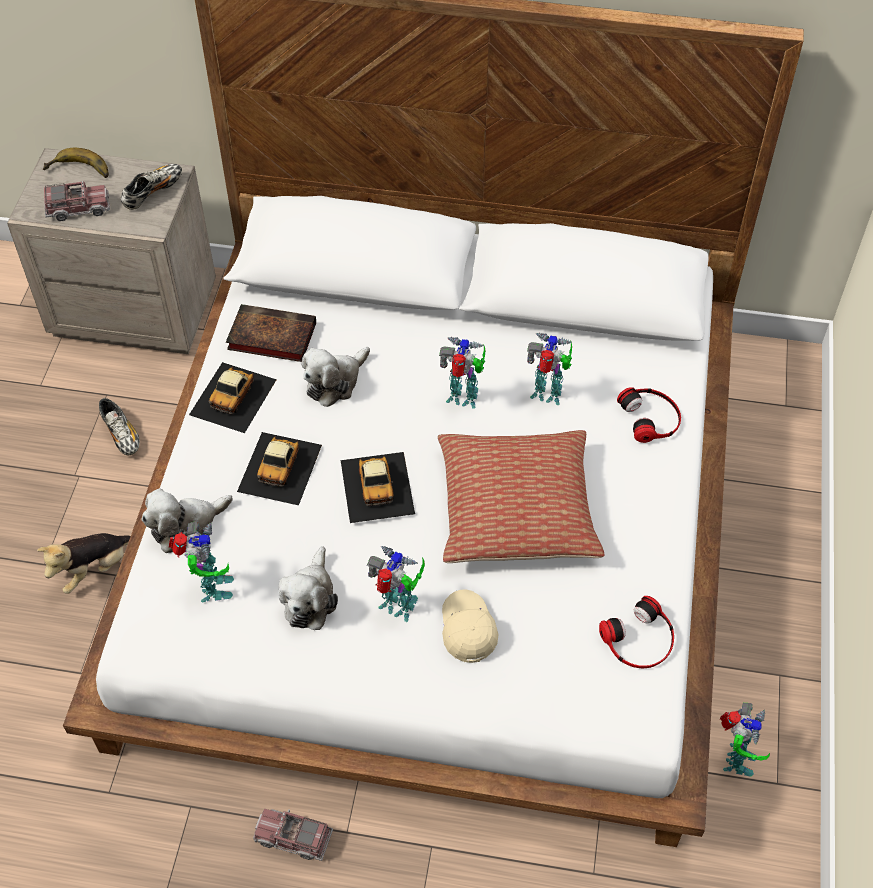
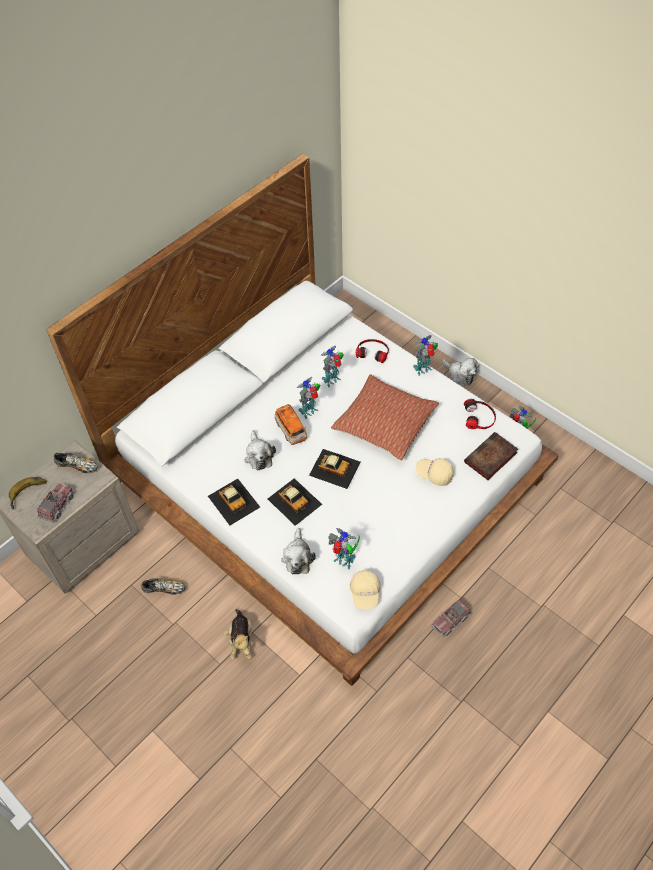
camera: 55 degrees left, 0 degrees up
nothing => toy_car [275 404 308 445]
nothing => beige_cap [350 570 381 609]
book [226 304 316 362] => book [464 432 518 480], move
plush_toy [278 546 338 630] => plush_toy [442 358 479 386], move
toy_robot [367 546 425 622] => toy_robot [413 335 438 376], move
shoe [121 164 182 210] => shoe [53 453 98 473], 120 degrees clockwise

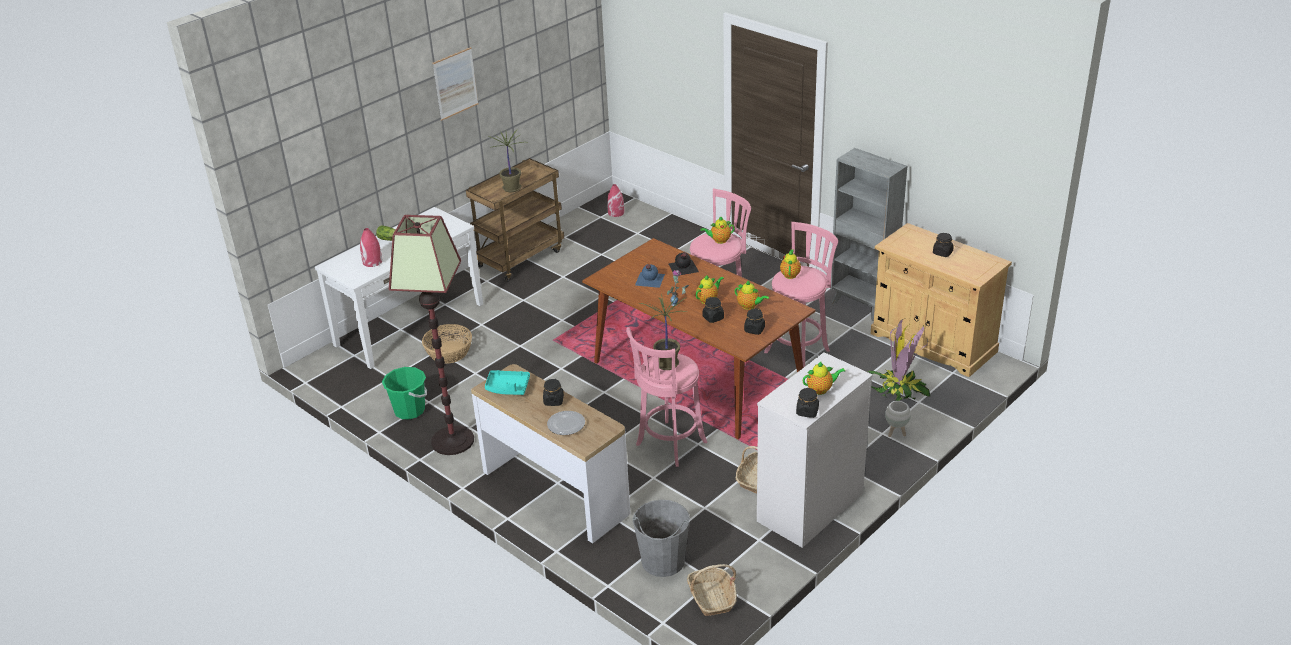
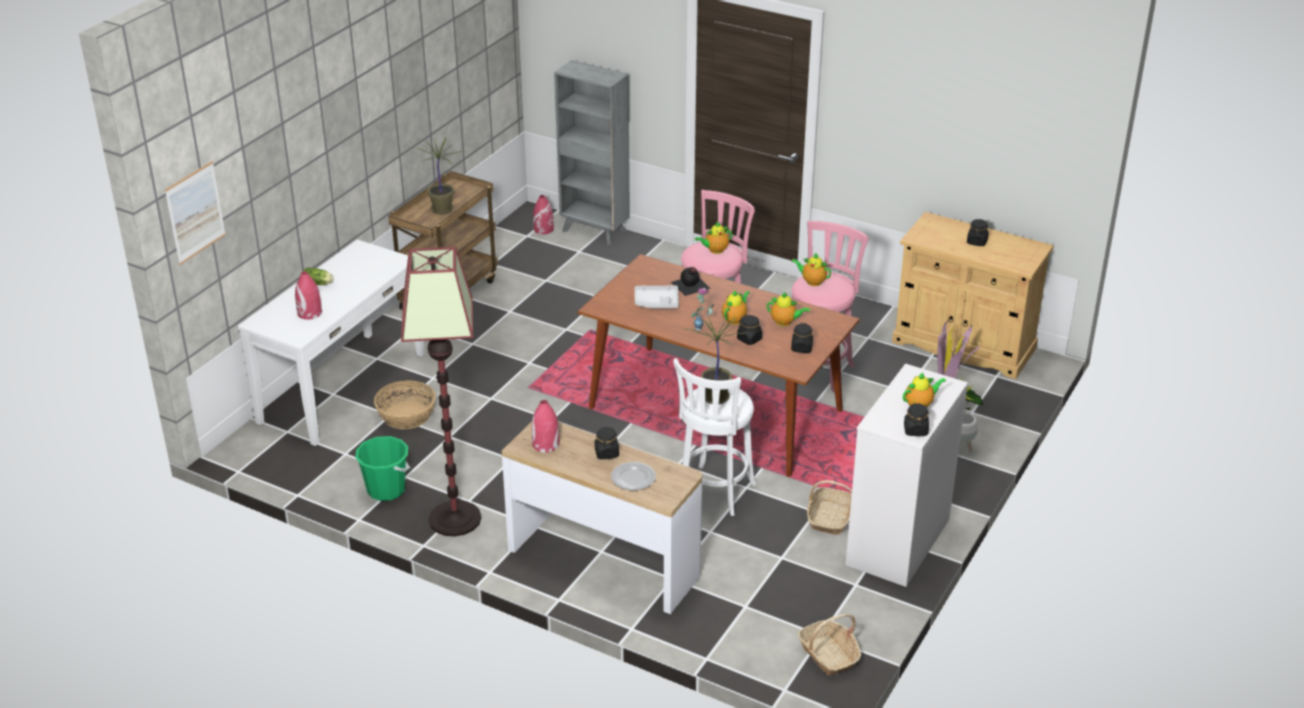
camera: 15 degrees left, 0 degrees up
grey_bucket [632 500 690 577] => nothing
picture [433 47 478 121] => picture [165 161 226 265], move
grey_bookcase [831 148 907 321] => grey_bookcase [554 60 630 245], move
turquoise_tray [485 370 530 395] => red_vase [532 400 560 452]
blue_bottle [635 264 665 288] => grey_tray [635 285 679 308]
pink_stool [626 327 707 467] => white_stool [673 358 757 516]
teapot [780 249 801 279] => teapot [791 253 831 286], 60 degrees counterclockwise

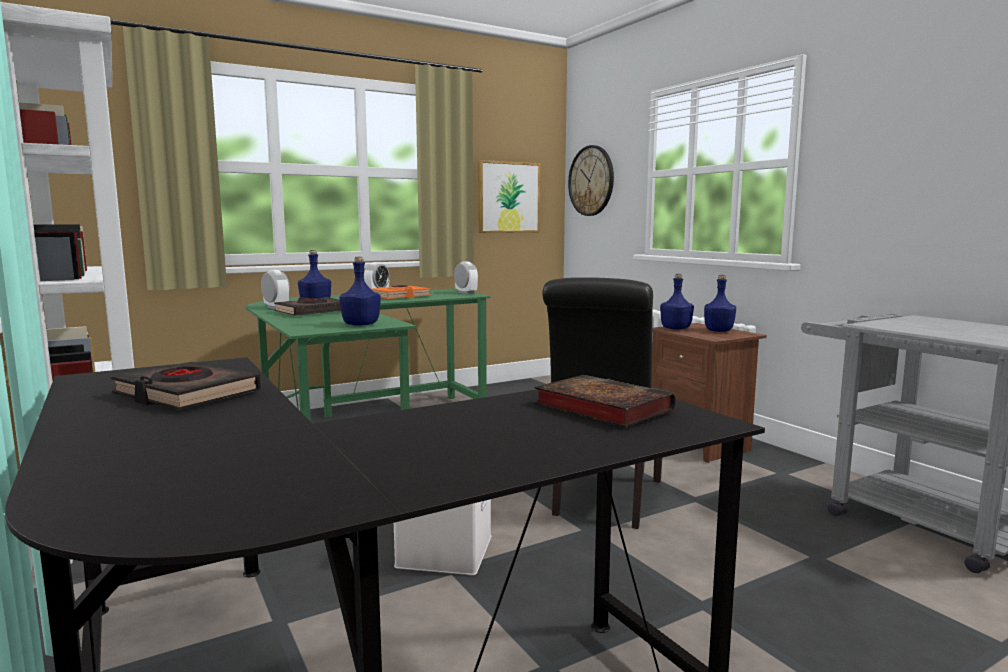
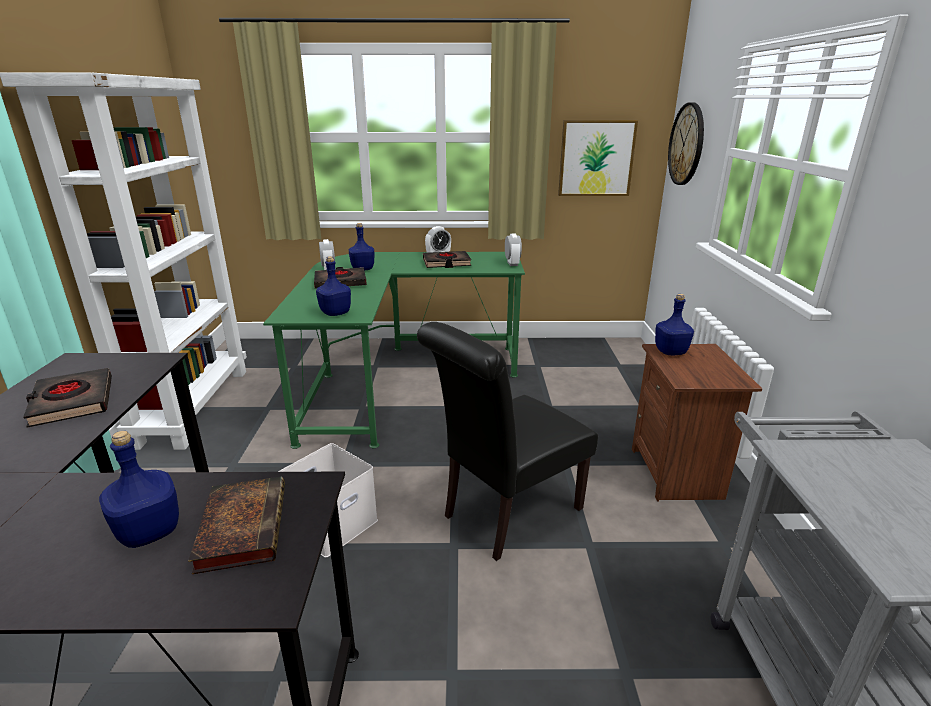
camera: 30 degrees right, 15 degrees up
blue_bottle [704 275 736 332] => blue_bottle [99 431 179 548], move
orange_book [371 286 431 299] => black_book [423 251 471 268]

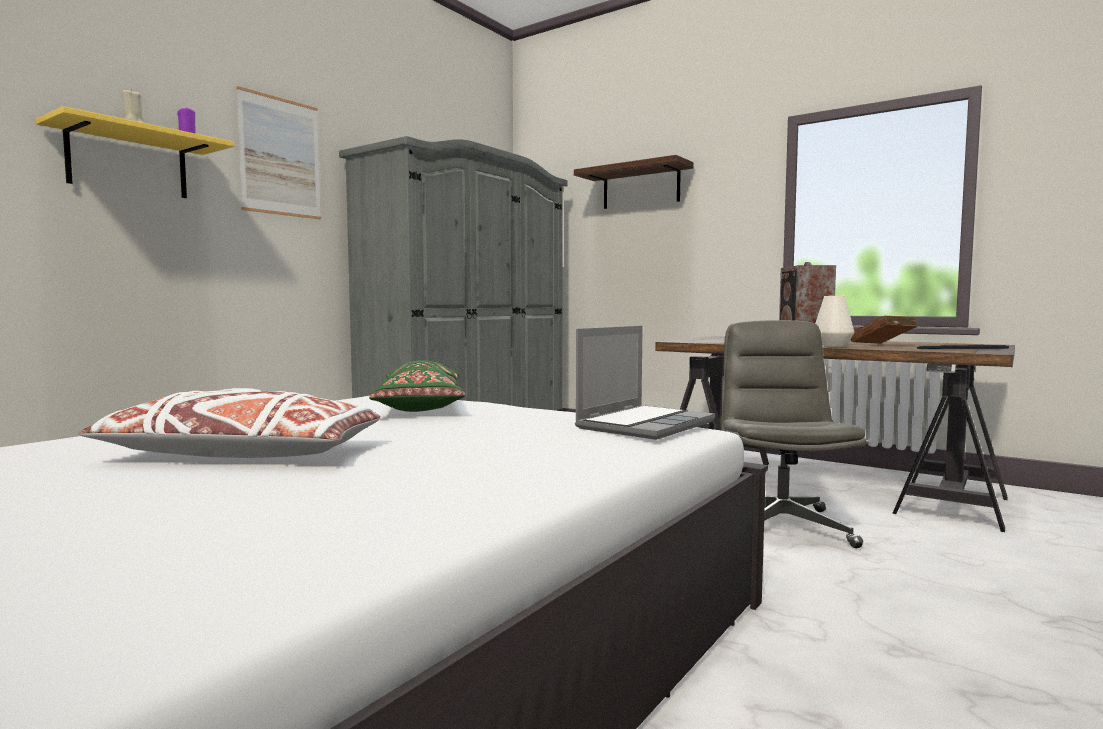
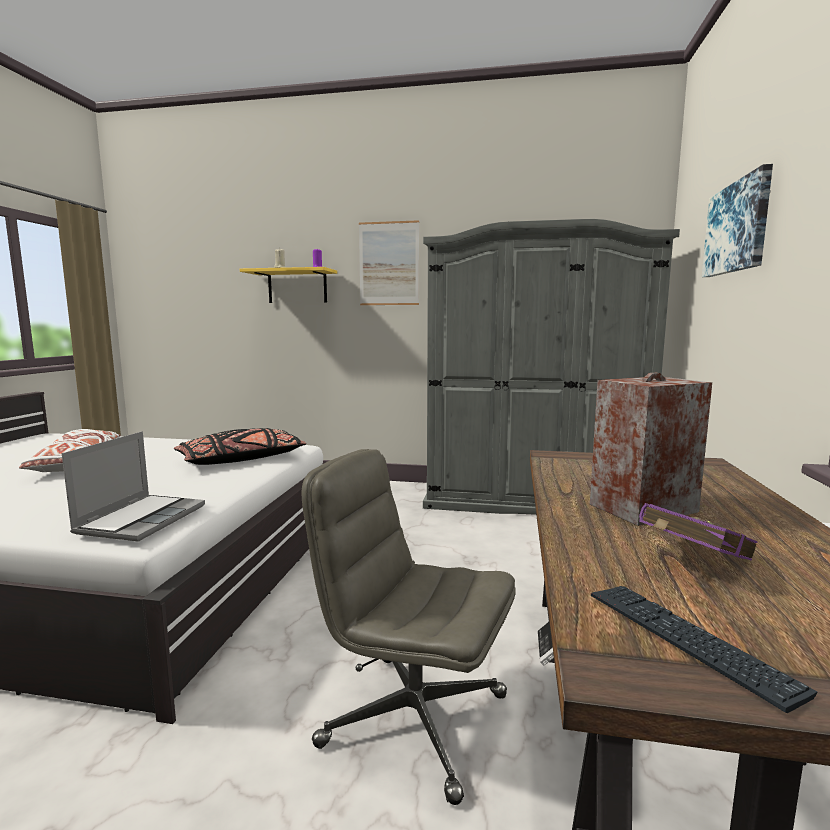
camera: 65 degrees right, 5 degrees up
white_vase [815 296 854 347] => nothing
shelf [574 155 694 209] => picture [702 164 773 277]
green_pillow [369 360 465 412] => black_pillow [174 428 306 465]
brown_book [850 316 918 344] => purple_book [639 503 758 561]
laptop [575 326 715 440] => laptop [62 431 205 542], 90 degrees counterclockwise
grey_office_chair [720 320 867 548] => grey_office_chair [302 449 516 805], 135 degrees counterclockwise

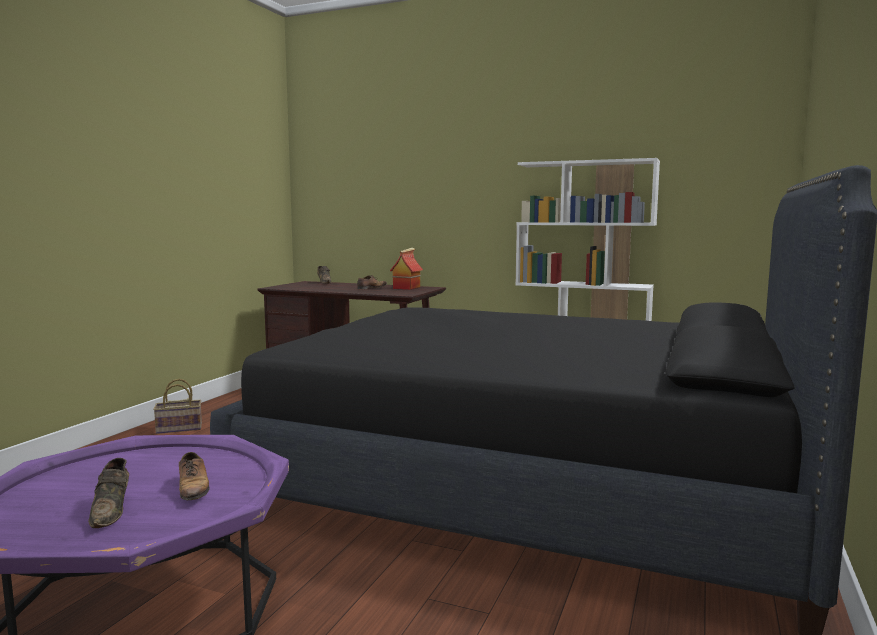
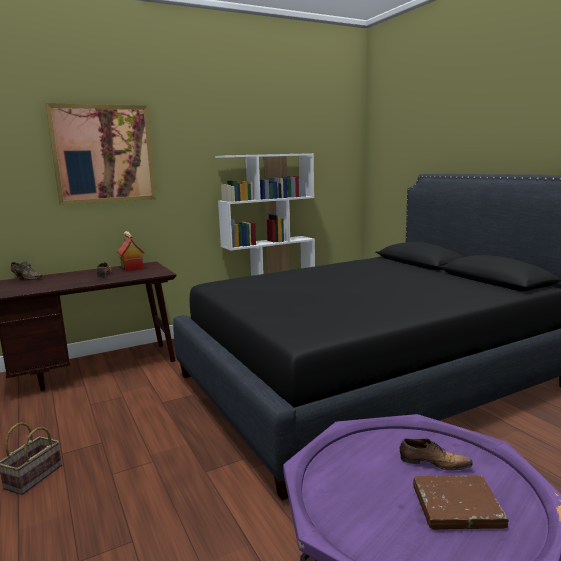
camera: 50 degrees left, 5 degrees up
nothing => picture [45 103 156 205]
brown_shoe [88 458 129 528] => brown_book [413 475 509 530]

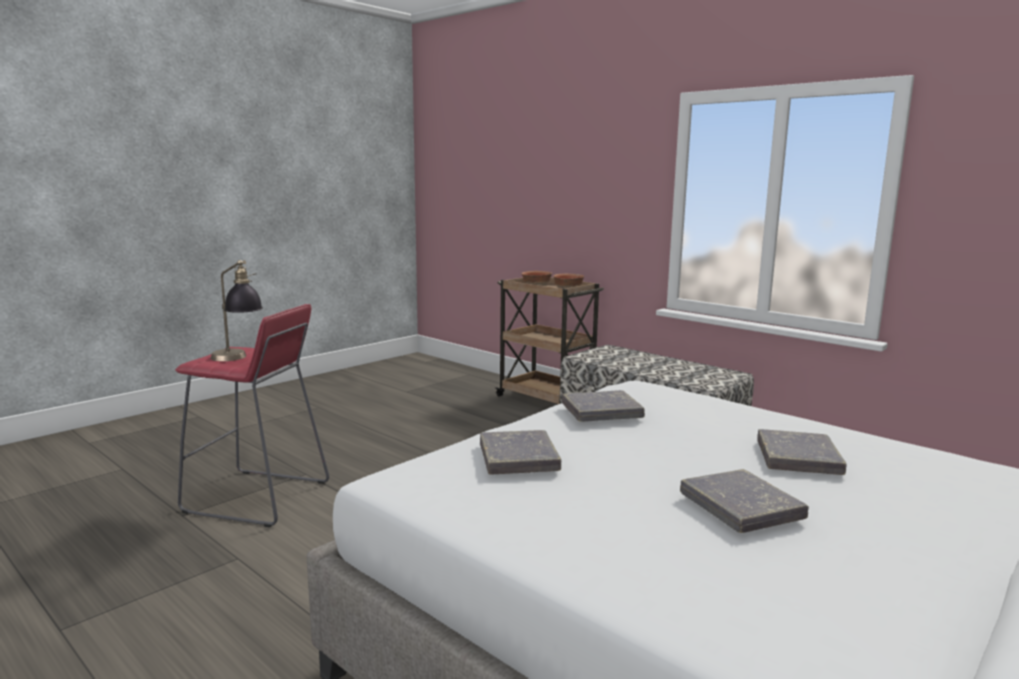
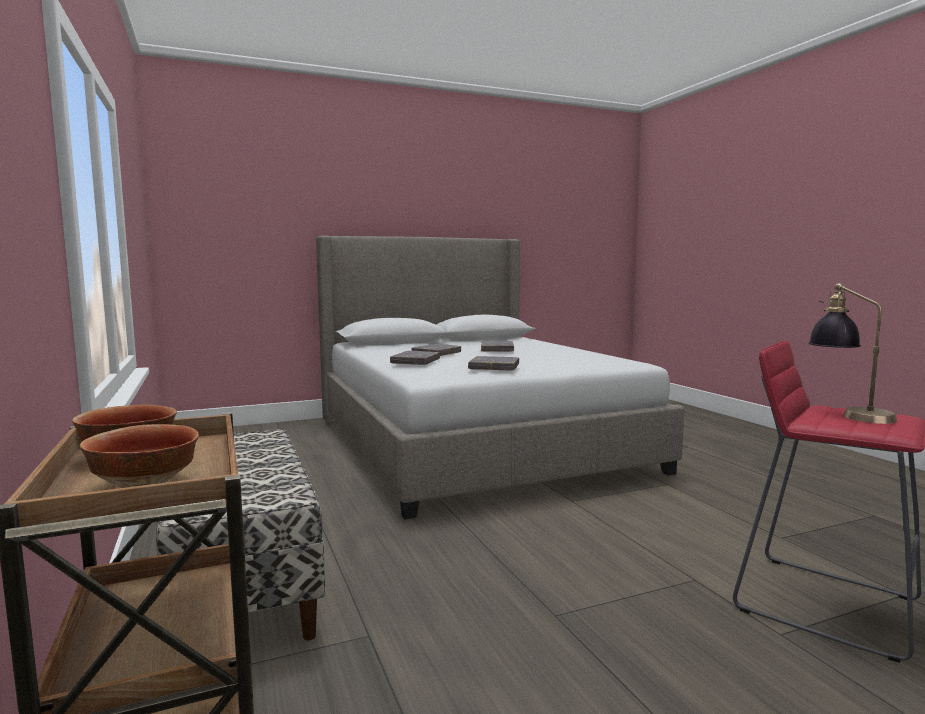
camera: 155 degrees left, 5 degrees down
grey_book [480 430 561 474] => grey_book [390 351 440 365], move

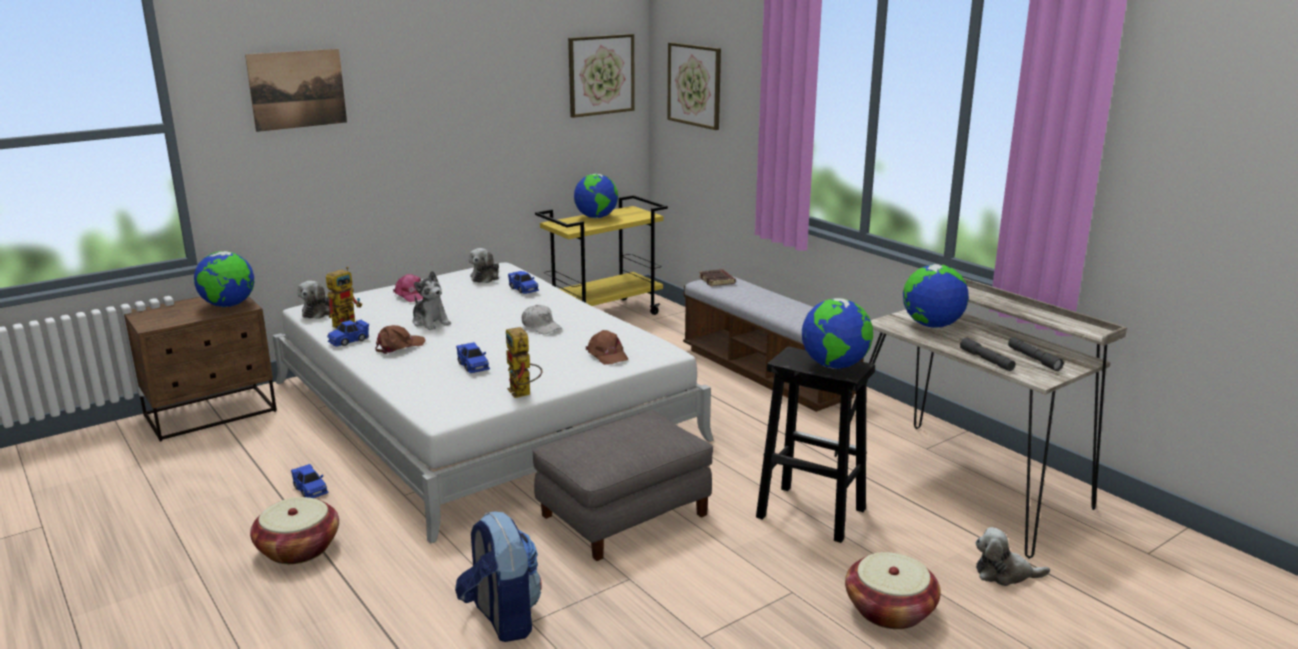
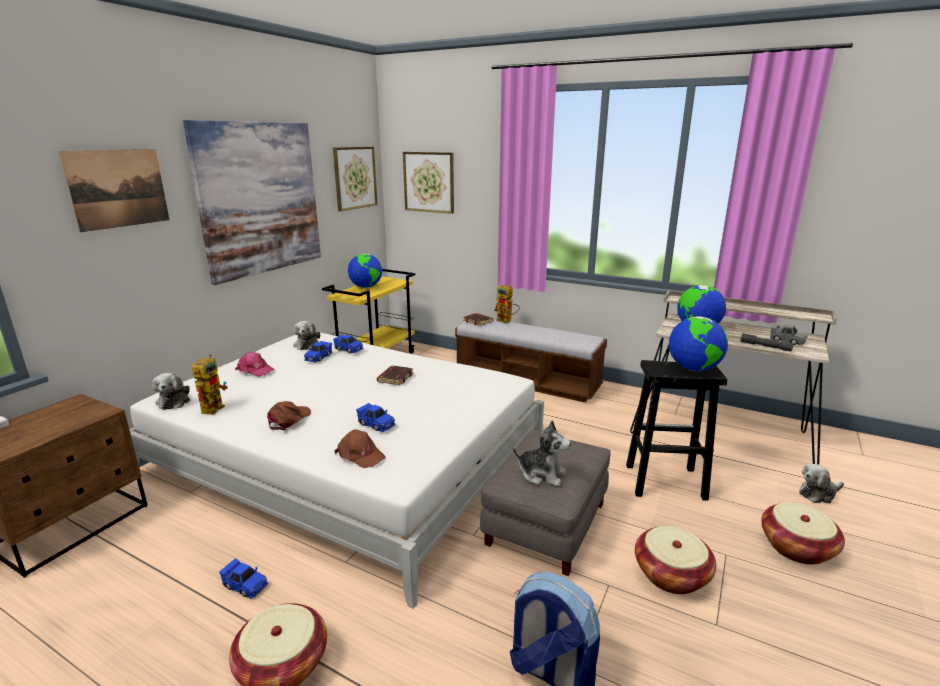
camera: 25 degrees left, 0 degrees up
globe [194 251 255 307] => nothing
nothing => picture [183 120 321 285]
nothing => basket [635 526 716 594]
blue_toy_car [327 319 369 347] => blue_toy_car [304 341 332 362], move
plush_toy [413 271 451 330] => plush_toy [513 420 571 486], move
toy_robot [506 327 542 398] => toy_robot [494 285 520 323], move
brown_cap [586 330 628 365] => brown_cap [334 430 386 468], move
white_cap [522 305 562 334] => brown_book [377 366 414 385]
grey_flashlight [1008 337 1064 371] => grey_toy_car [770 324 807 346]

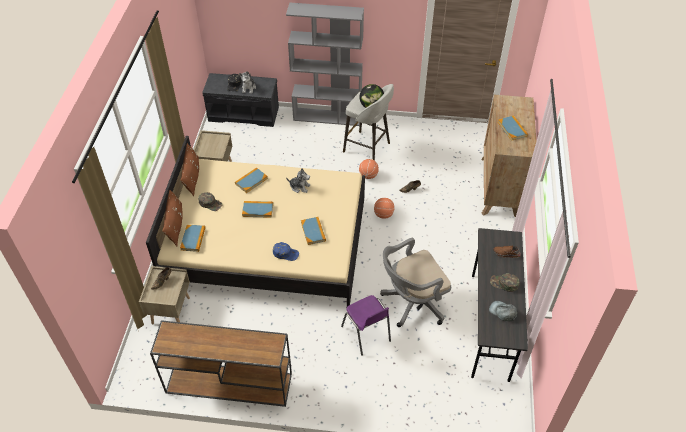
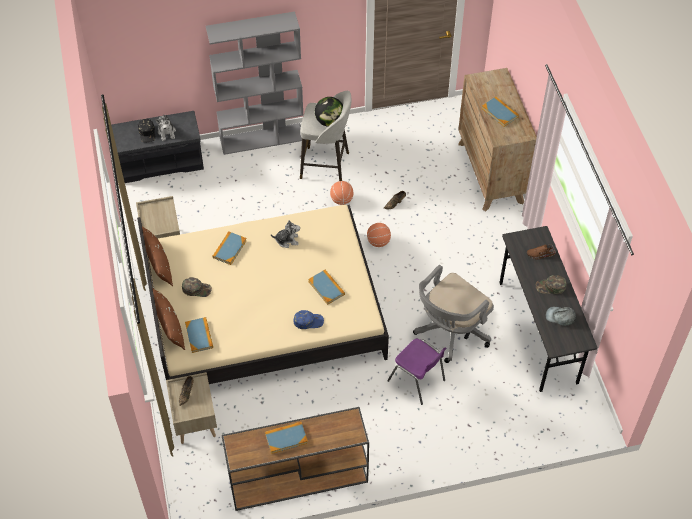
camera: 20 degrees left, 5 degrees up
book [242 201 273 218] => book [265 422 308 454], move

